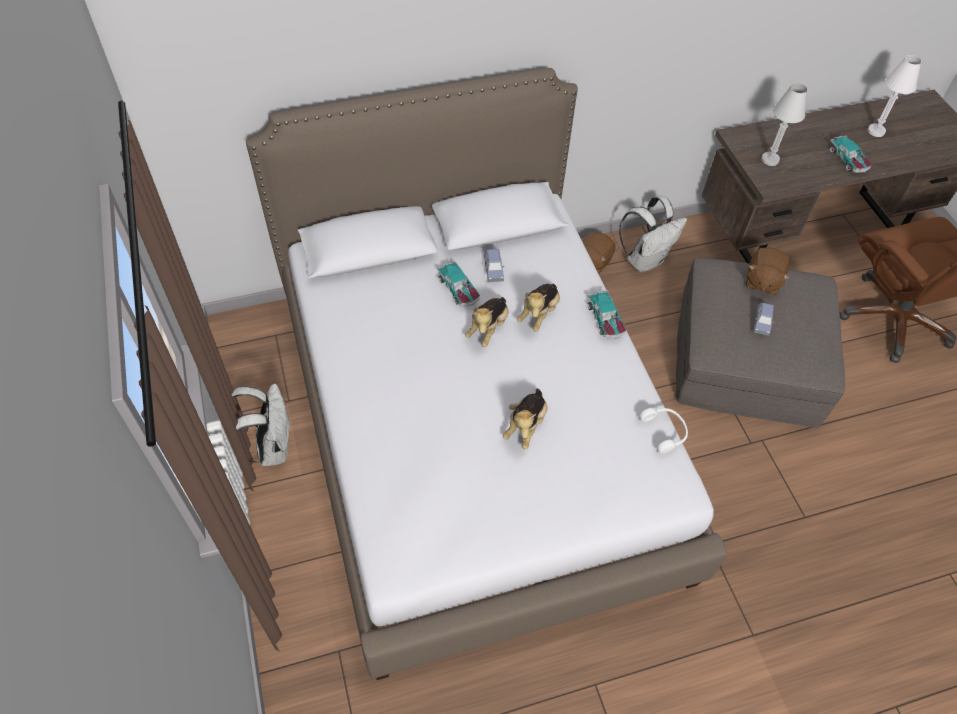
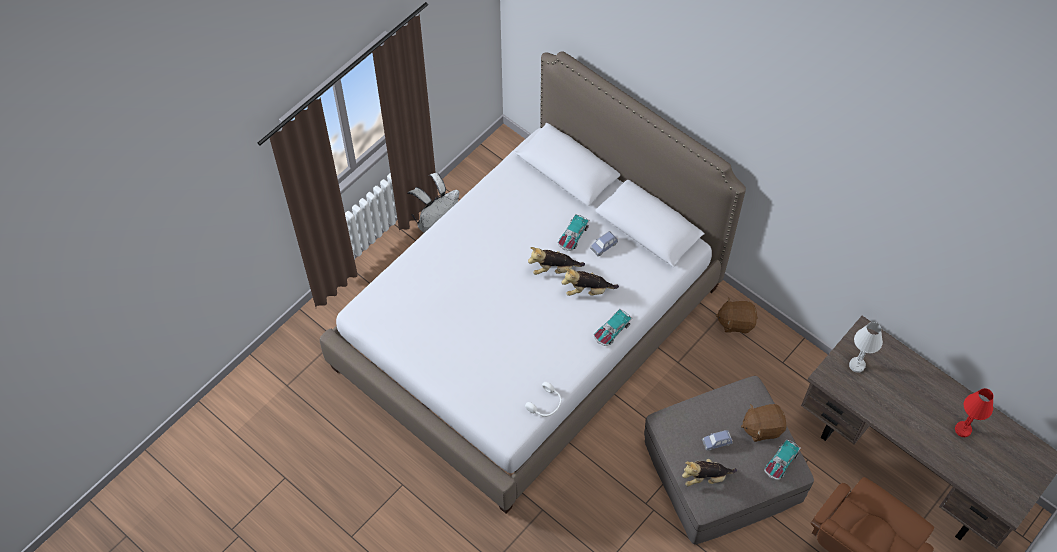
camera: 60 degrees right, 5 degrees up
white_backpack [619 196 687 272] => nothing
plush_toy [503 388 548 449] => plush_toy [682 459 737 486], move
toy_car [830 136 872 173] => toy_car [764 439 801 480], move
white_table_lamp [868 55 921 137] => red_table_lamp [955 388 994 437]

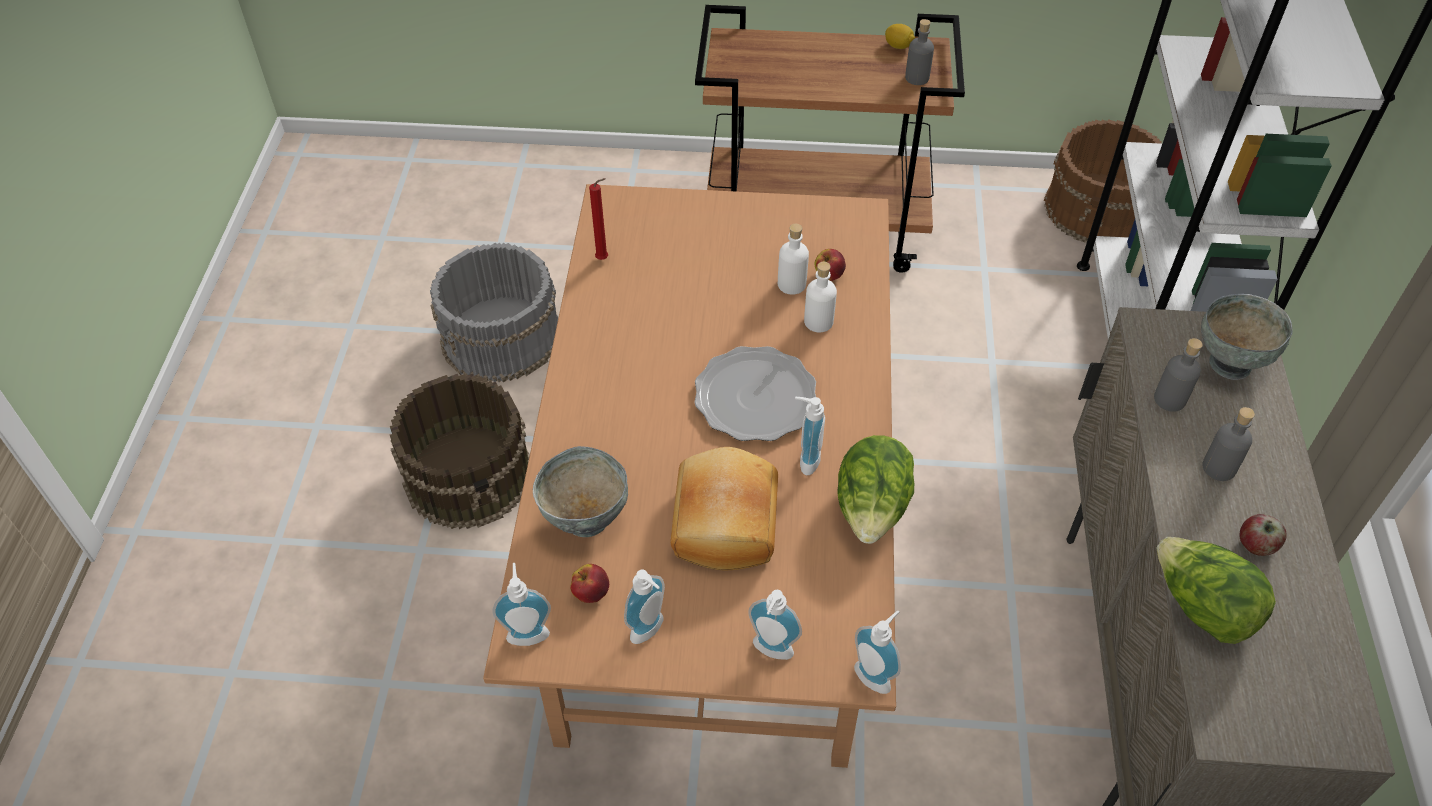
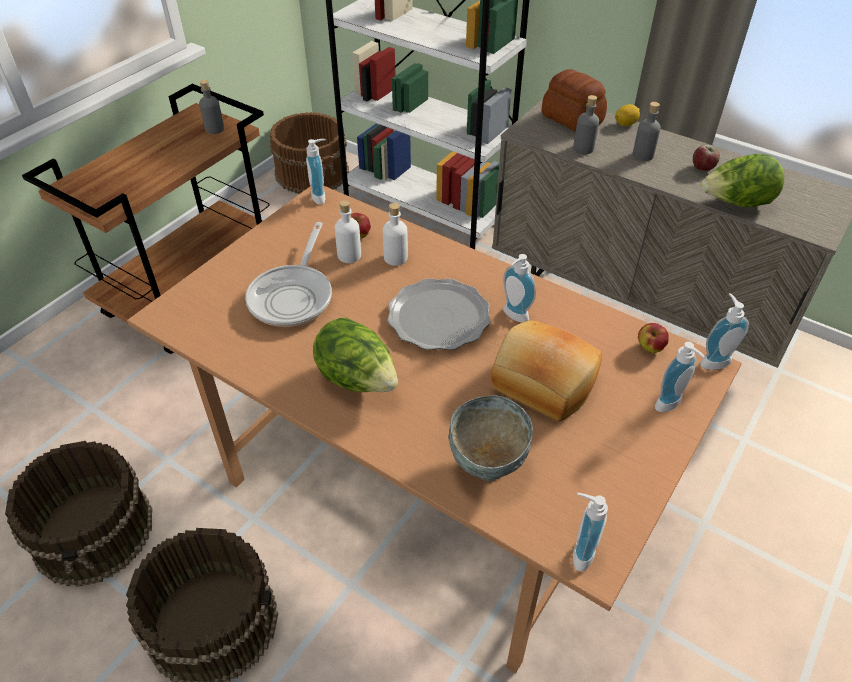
camera: 60 degrees left, 5 degrees down
red_candle [589 178 608 260] => nothing
nothing => frying_pan [245 222 332 327]
apple [570 564 609 603] => apple [638 323 669 353], move
soap_dispenser [624 570 665 644] => soap_dispenser [306 139 326 205], move
lettuce [837 435 914 544] => lettuce [313 317 398 392], move
lemon [885 24 915 49] => lemon [615 104 640 126], move
grey_bowl [1201 294 1293 380] => bread [541 69 607 132]
grey_bucket [430 243 558 383] => brown_bucket [5 441 152 587]

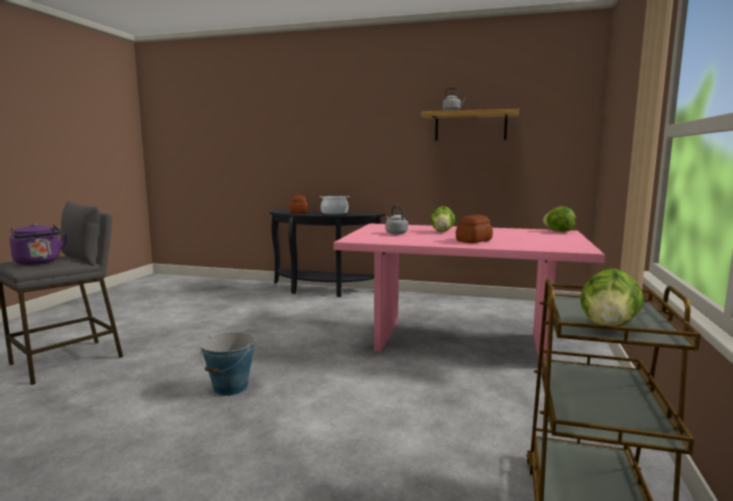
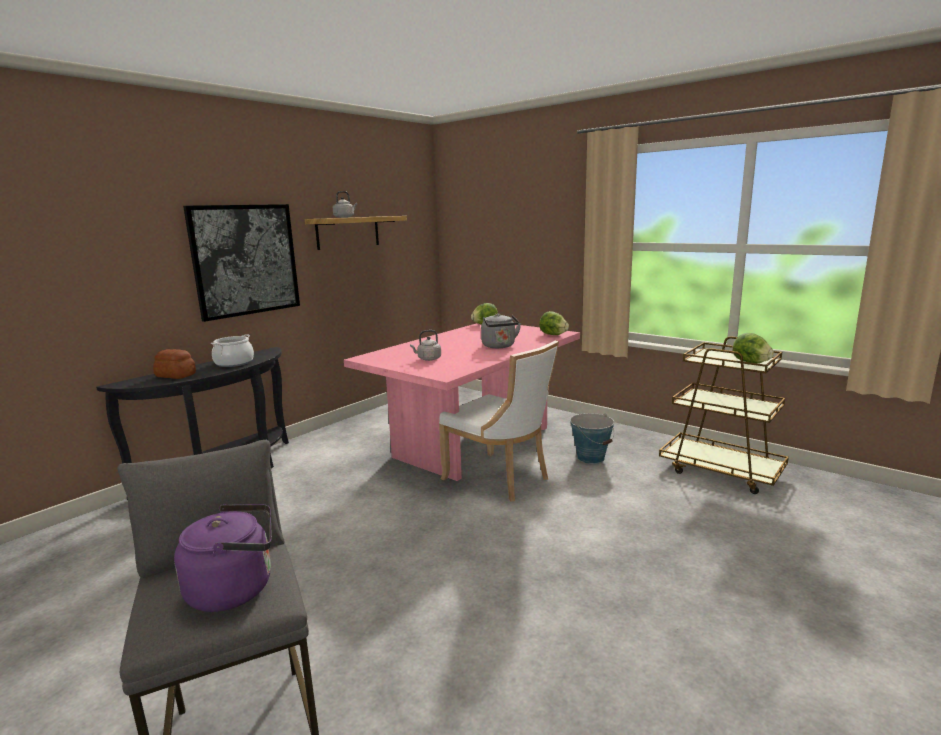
camera: 65 degrees left, 5 degrees up
nothing => picture [183 204 300 322]
nothing => white_chair [439 340 559 502]
bucket [200 332 256 396] => bucket [570 413 614 464], move
lettuce [430 206 455 232] => lettuce [539 311 569 335], move
bread [456 215 493 243] => grey_kettle [481 313 521 348]

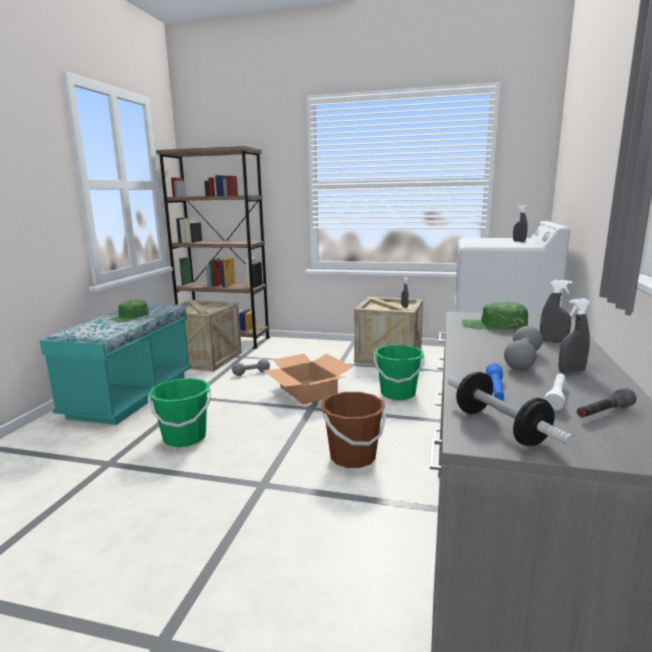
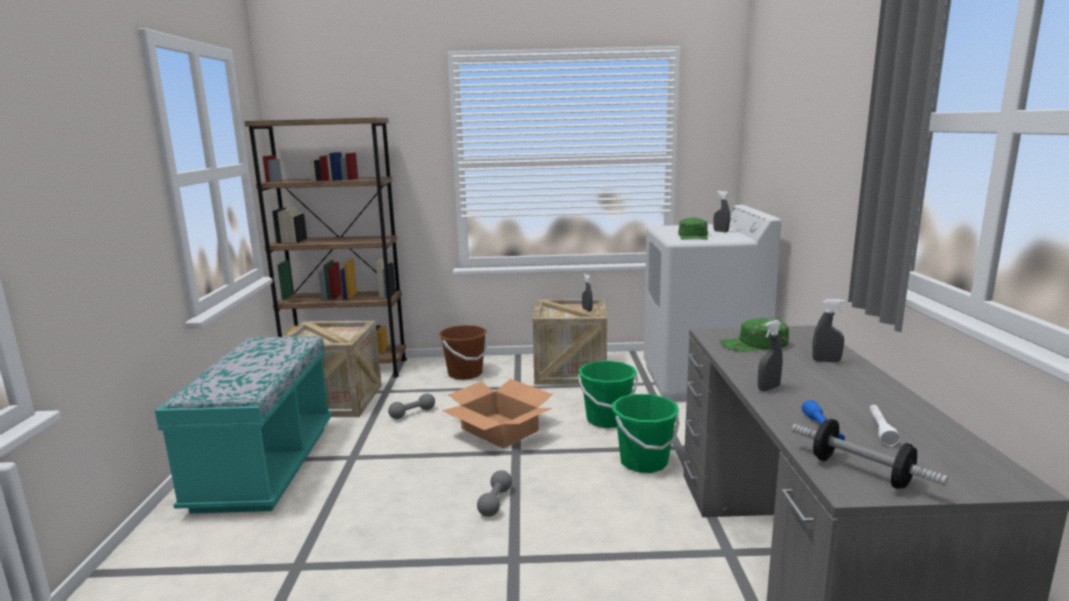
camera: 15 degrees left, 0 degrees up
grey_flashlight [577 388 637 418] => nothing
green_cap [109 299 149 322] => green_cap [678 218 708 240], move
green_bucket [148 378 211 447] => green_bucket [612 394 680 473], move
brown_bucket [321 392 386 468] => brown_bucket [439 325 488 380], move
grey_dumbbell [504 326 543 370] => grey_dumbbell [477 470 512 517], move
grey_spray_bottle [558 298 590 374] => grey_spray_bottle [758 320 783 391], move

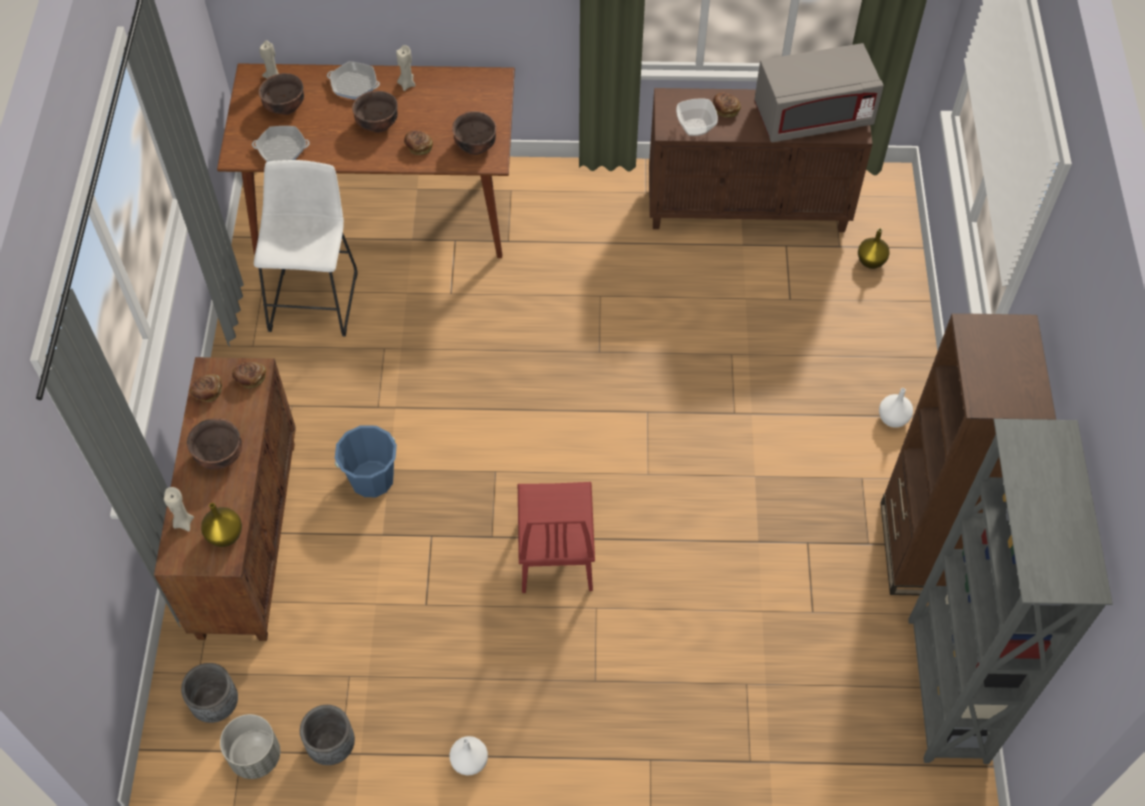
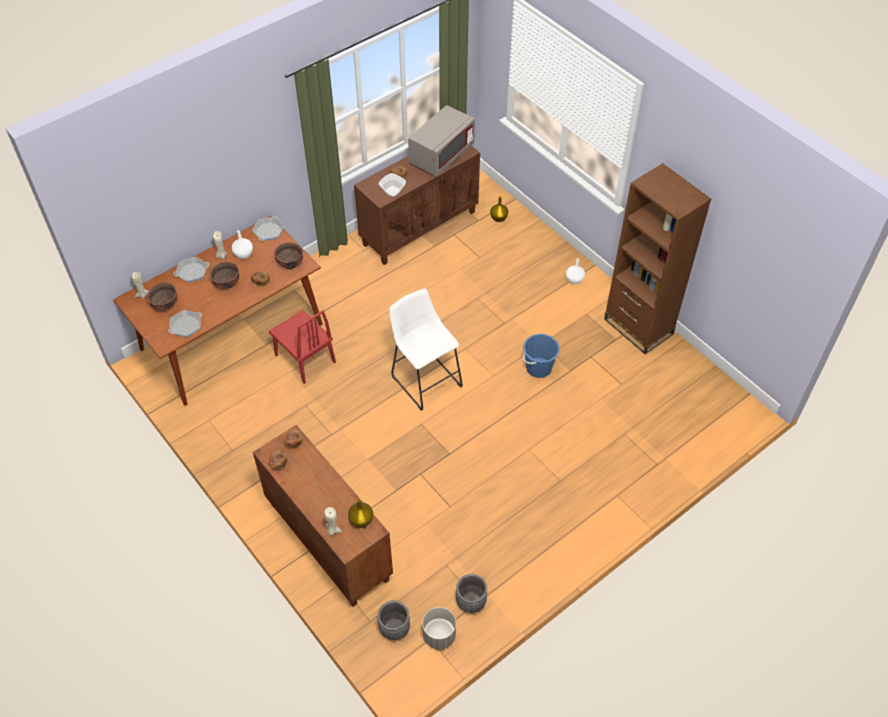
camera: 40 degrees left, 5 degrees down
brown_bowl [187 418 242 470] => nothing
grey_bookcase [908 419 1113 764] => nothing
nothing => frying_pan [252 216 284 241]
white_stool [254 160 358 337] => white_stool [390 288 462 411], move
blue_bucket [334 425 397 497] => blue_bucket [523 334 560 378], move
white_vase [450 736 488 775] => white_vase [232 230 253 259], move
red_chair [518 482 595 593] => red_chair [269 310 336 384], move

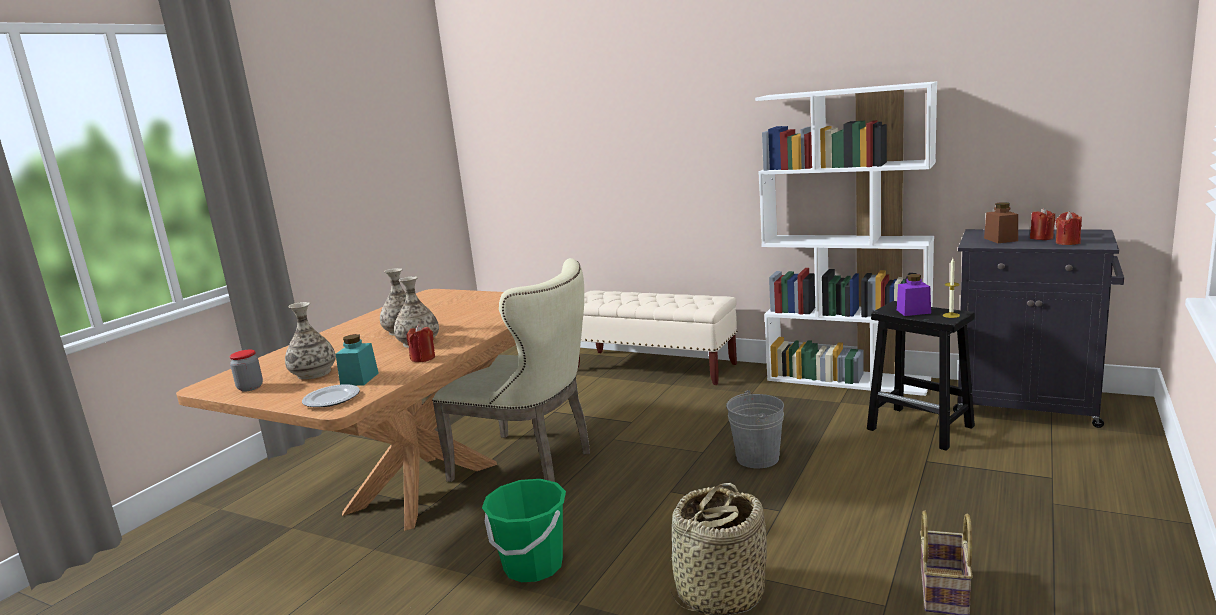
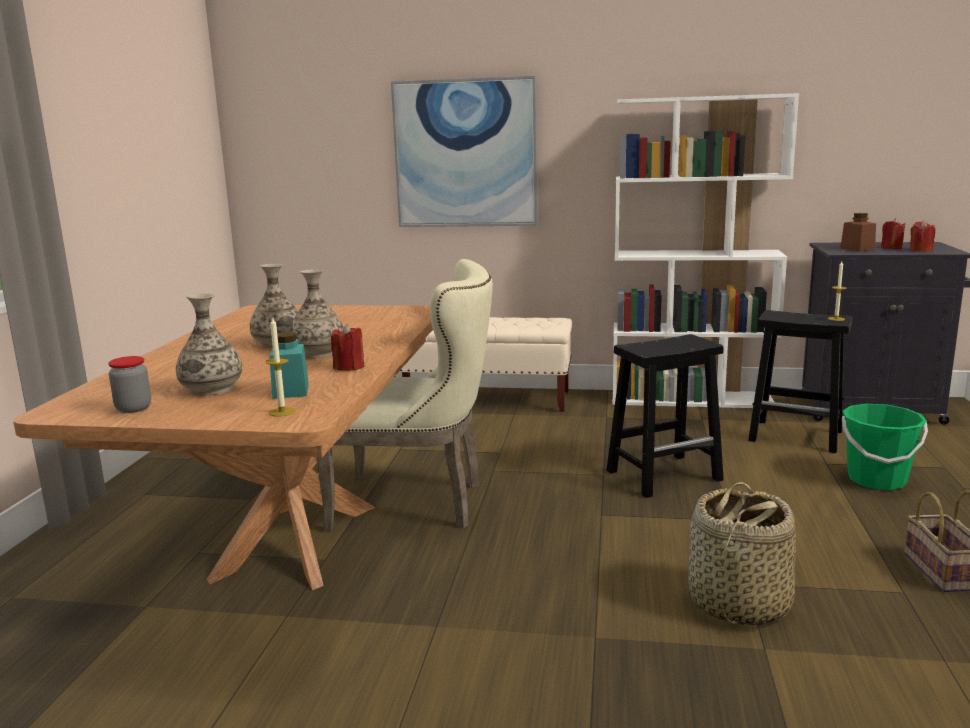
camera: 20 degrees left, 0 degrees up
purple_jar [897 274 931 316] => nothing
nothing => picture [391 76 538 227]
green_bucket [482 479 566 582] => green_bucket [842 404 928 490], move
plate [302 384 360 407] => candle [266 316 296 417]
grey_bucket [726 390 784 468] => black_stool [607 334 724 498]

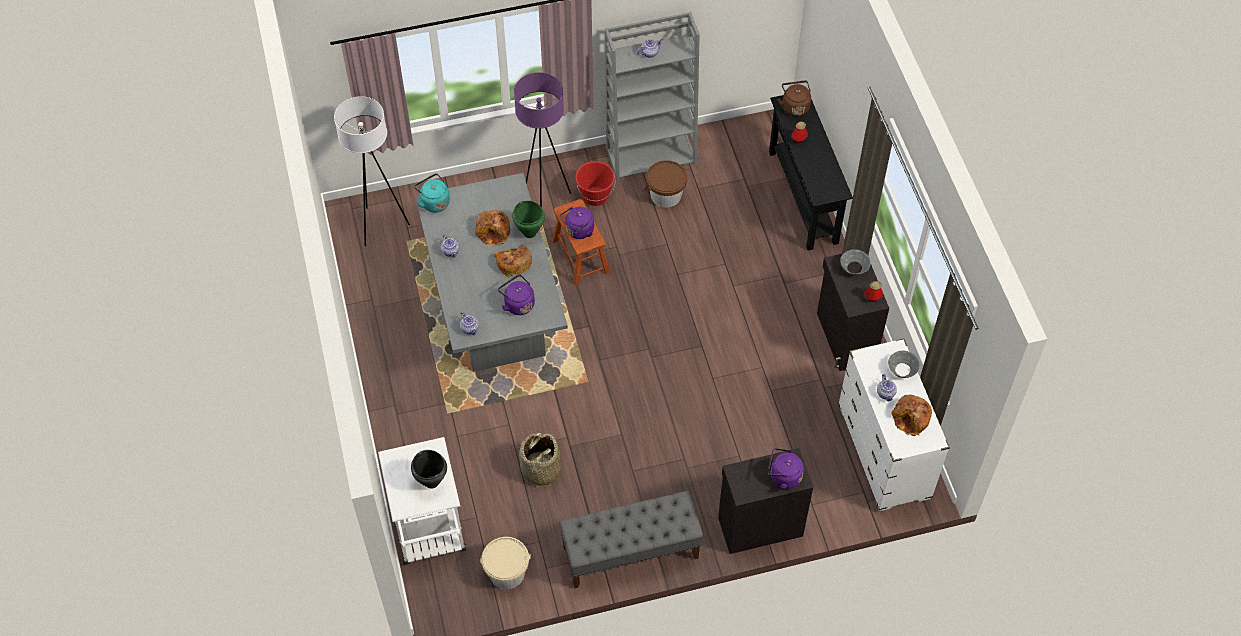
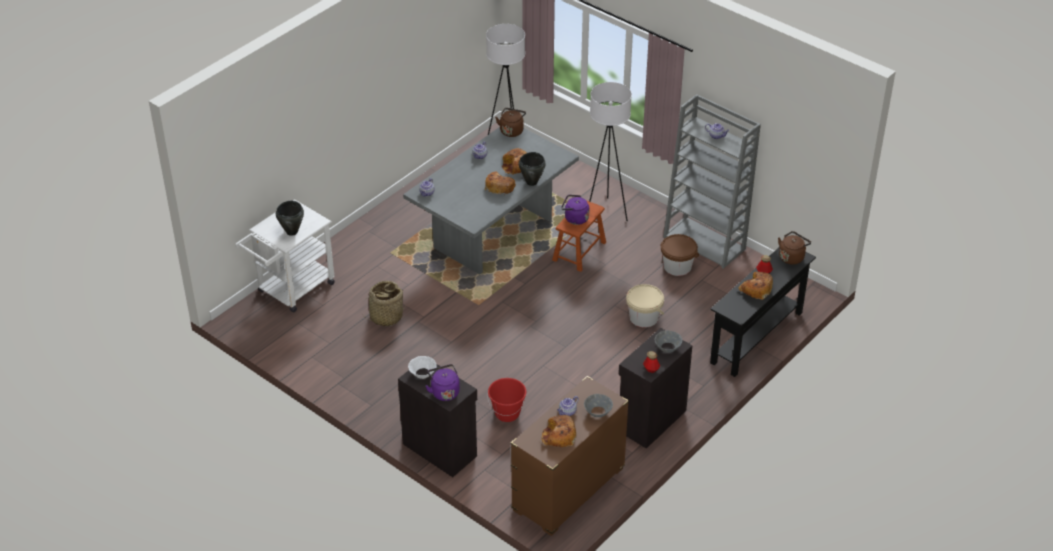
camera: 55 degrees right, 15 degrees down
purple_kettle [498 275 535 315] => nothing
grey_bench [559 491 703 589] => nothing
nothing => white_bowl [408 356 437 379]
nothing => bread [738 272 773 300]
beige_bucket [480 537 531 589] => beige_bucket [626 284 664 328], move
red_bucket [575 161 615 206] => red_bucket [487 378 526 422], move
turquoise_kettle [414 173 450 212] => brown_kettle [495 108 526 137]
green_cooking_pot [512 200 545 238] => black_cooking_pot [519 152 546 186]
purple_floor_lamp [514 72 571 208] => white_floor_lamp [589 82 632 221]
white_dresser [838 338 950 511] => brown_dresser [511 376 629 536]

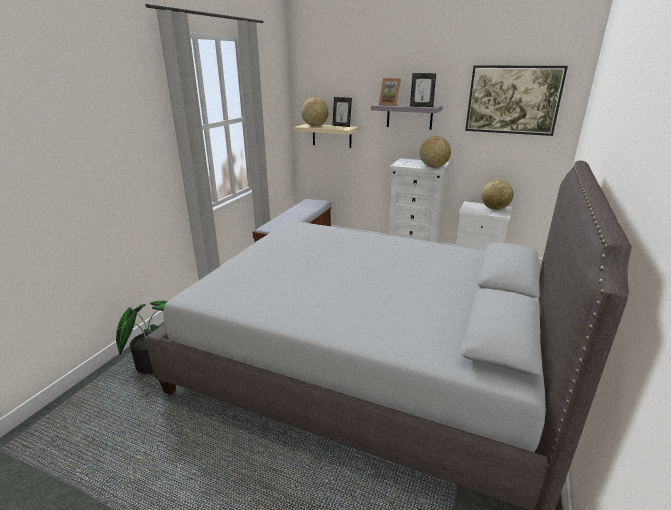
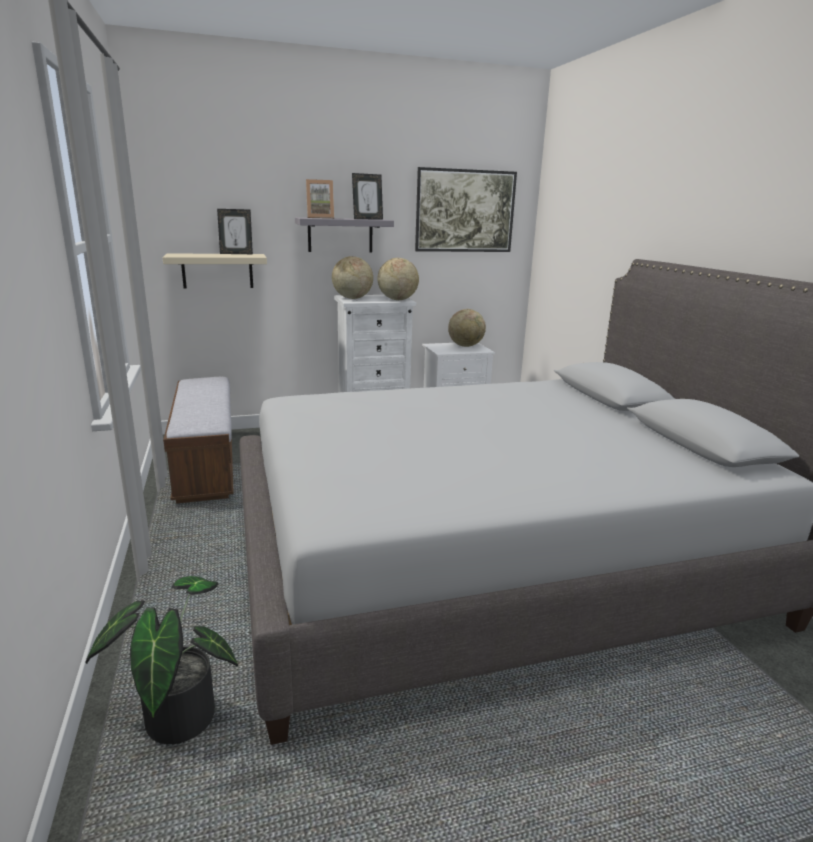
camera: 40 degrees left, 5 degrees down
globe [301 98 329 127] => globe [332 256 373 299], move

